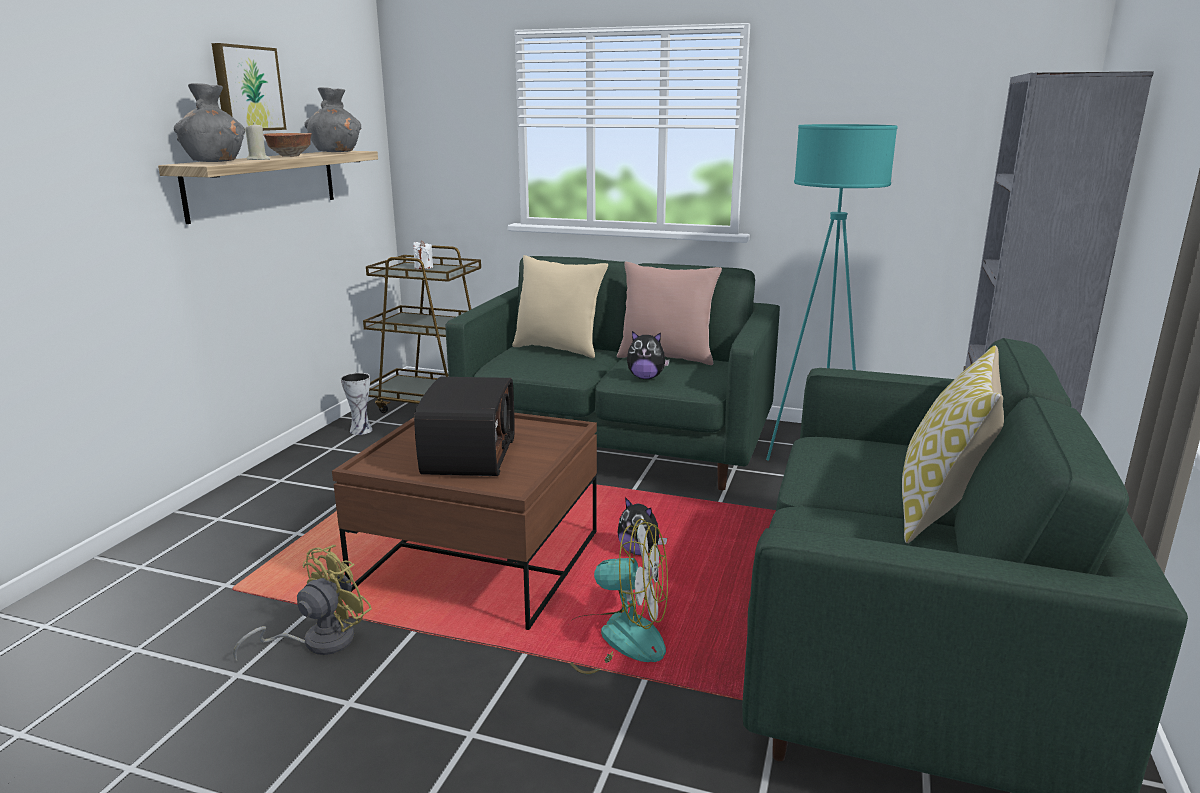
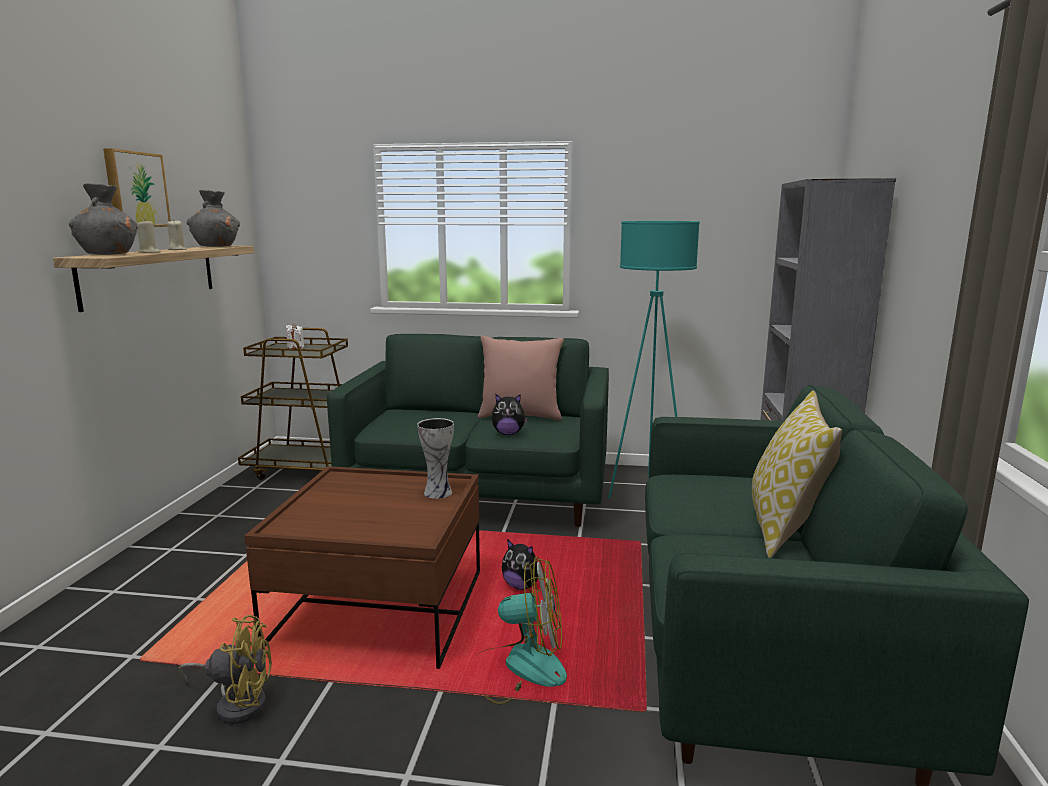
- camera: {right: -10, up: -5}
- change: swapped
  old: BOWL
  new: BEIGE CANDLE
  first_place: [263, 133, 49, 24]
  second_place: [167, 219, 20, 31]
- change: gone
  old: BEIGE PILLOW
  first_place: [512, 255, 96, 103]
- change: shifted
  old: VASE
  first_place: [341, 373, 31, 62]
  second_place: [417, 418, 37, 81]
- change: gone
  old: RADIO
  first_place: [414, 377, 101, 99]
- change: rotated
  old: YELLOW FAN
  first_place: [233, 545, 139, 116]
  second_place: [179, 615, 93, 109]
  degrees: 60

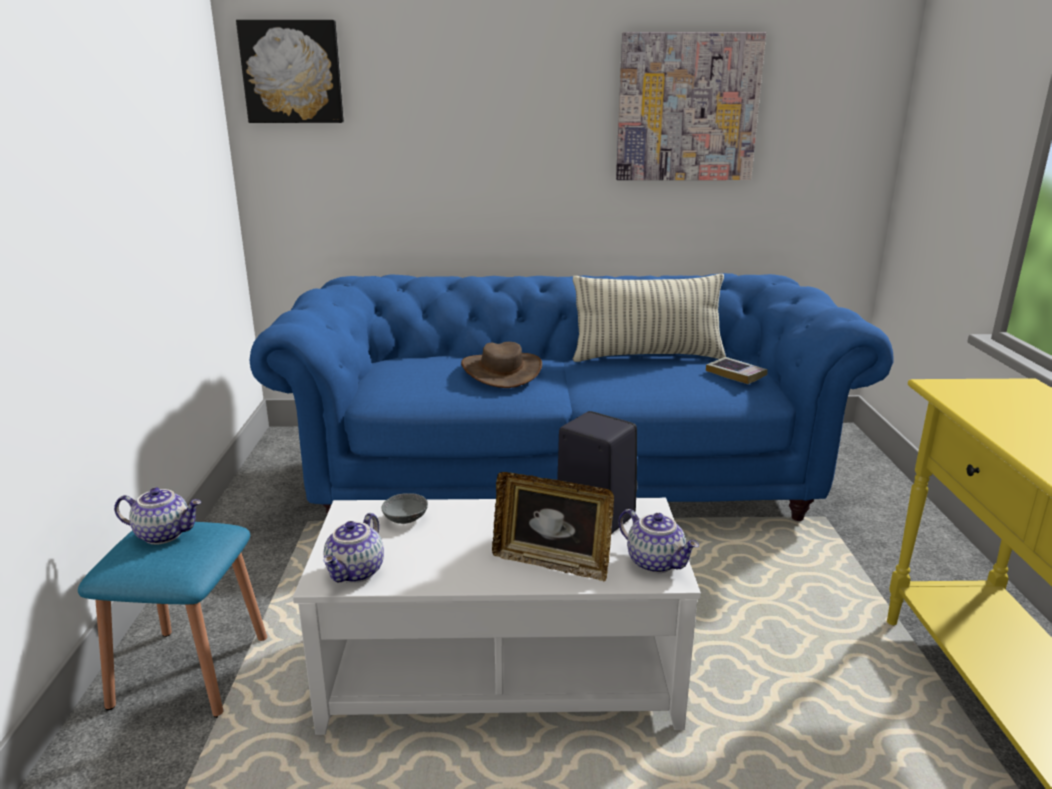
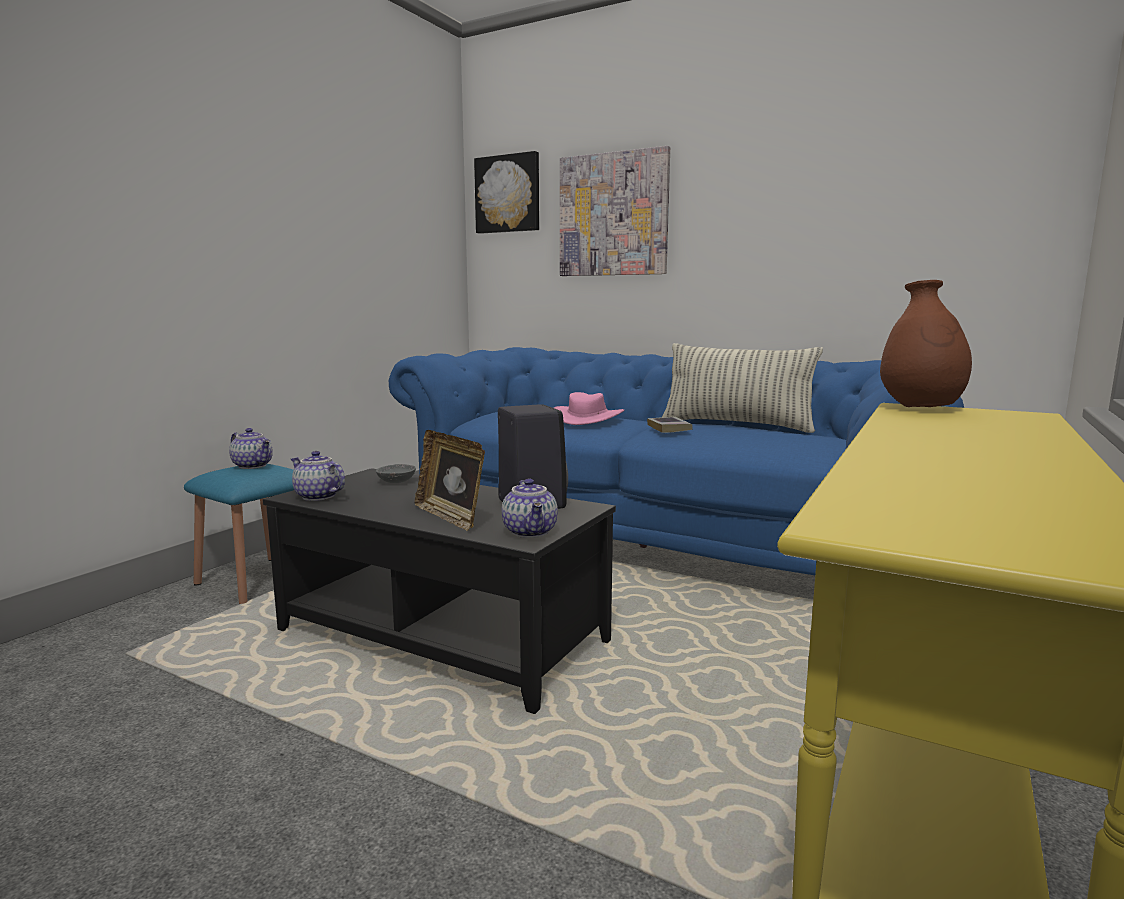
- camera: {right: 30, up: -10}
- change: shifted
  old: PICTURE
  first_place: [616, 32, 150, 148]
  second_place: [560, 146, 110, 130]
- change: repainted
  old: BROWN HAT
  new: PINK HAT
  first_place: [461, 342, 81, 46]
  second_place: [554, 392, 70, 33]
- change: shifted
  old: BOOK
  first_place: [706, 357, 62, 27]
  second_place: [647, 416, 45, 17]
- change: repainted
  old: WHITE COFFEE TABLE
  new: BLACK COFFEE TABLE
  first_place: [293, 498, 408, 237]
  second_place: [263, 468, 353, 246]
- change: rotated
  old: TEAPOT
  first_place: [323, 513, 61, 70]
  second_place: [291, 451, 54, 50]
  degrees: 75
- change: new
  new: BROWN VASE
  second_place: [880, 280, 92, 127]

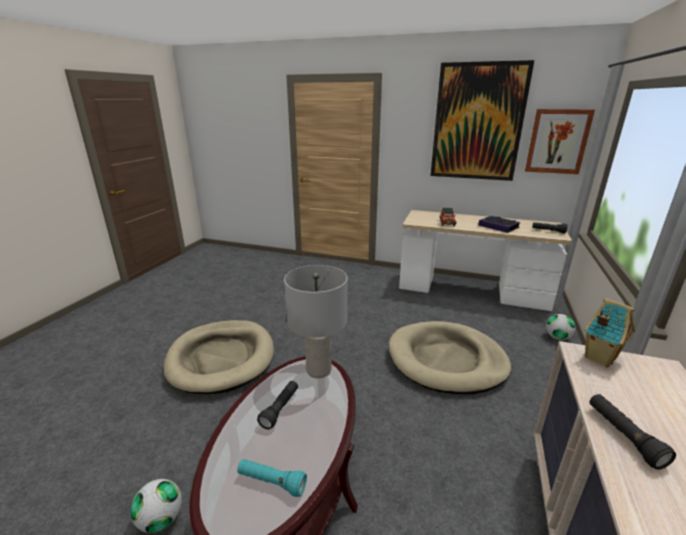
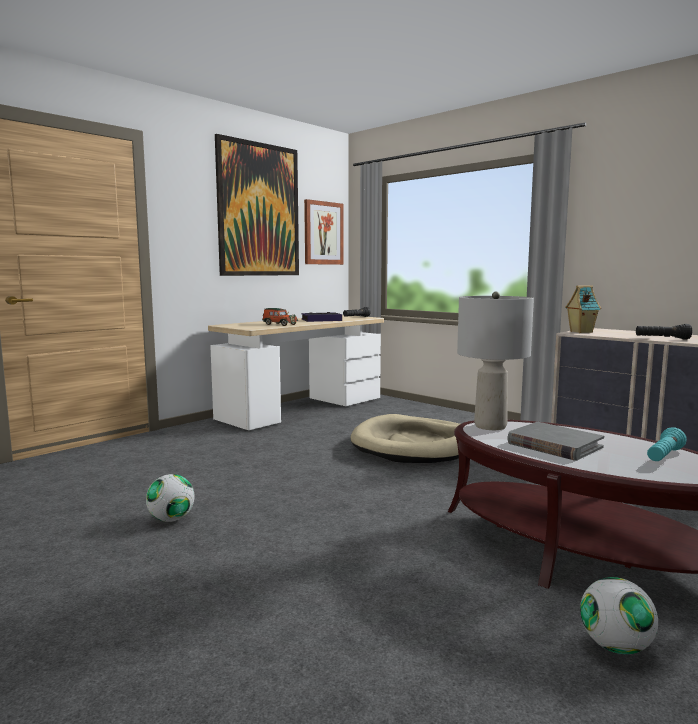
- camera: {right: -65, up: -15}
- change: shifted
  old: FOOTBALL
  first_place: [546, 314, 30, 26]
  second_place: [146, 474, 49, 48]
- change: gone
  old: BEIGE DOG BED
  first_place: [163, 320, 111, 74]
- change: swapped
  old: BLACK FLASHLIGHT
  new: GREY BOOK
  first_place: [257, 381, 41, 48]
  second_place: [507, 422, 97, 39]

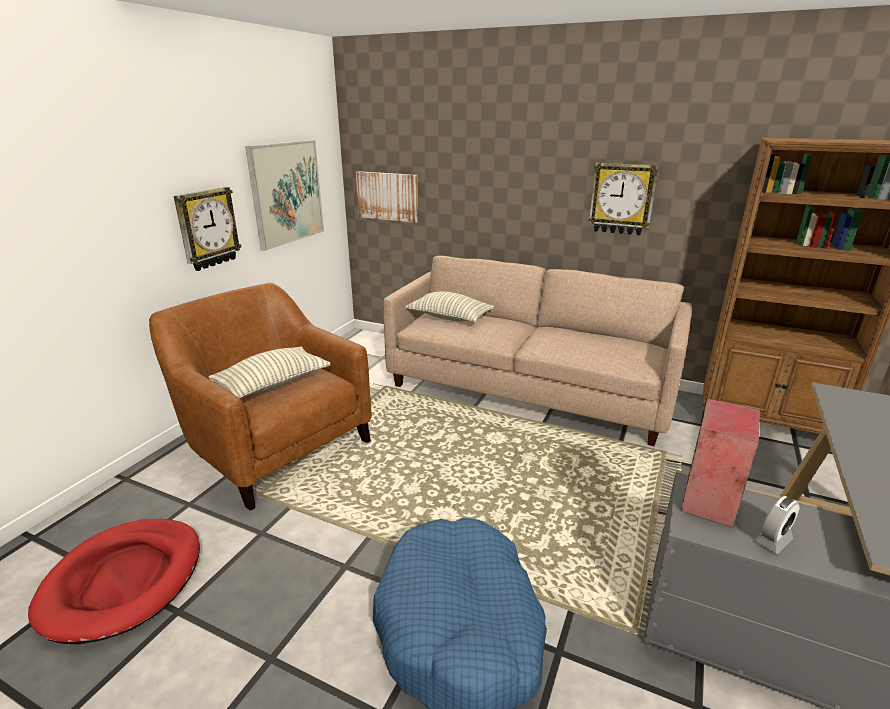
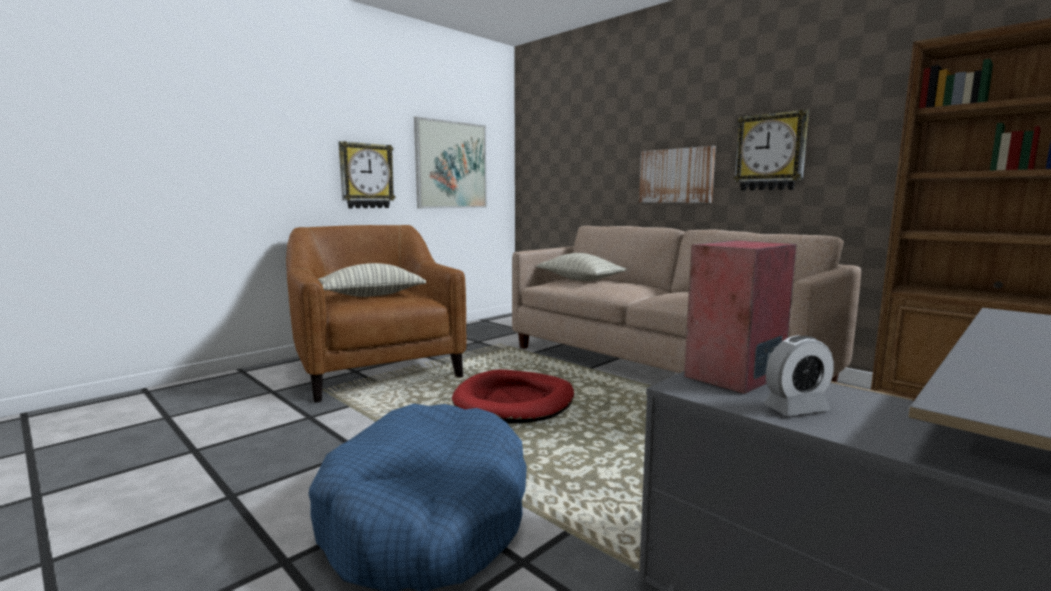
- camera: {right: 20, up: -15}
- change: shifted
  old: PICTURE
  first_place: [356, 171, 62, 52]
  second_place: [639, 146, 77, 57]
- change: shifted
  old: RED DOG BED
  first_place: [28, 519, 172, 125]
  second_place: [452, 369, 122, 54]

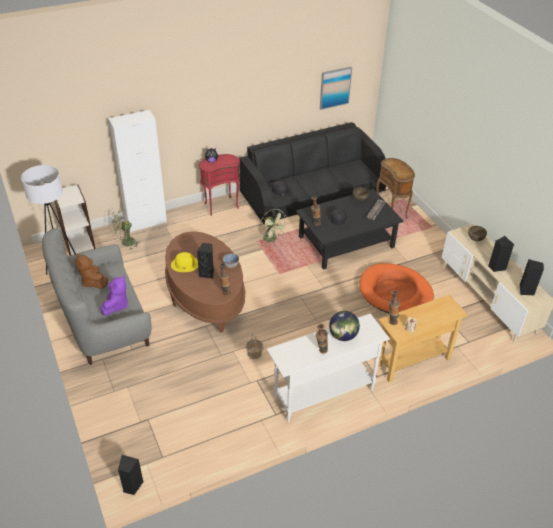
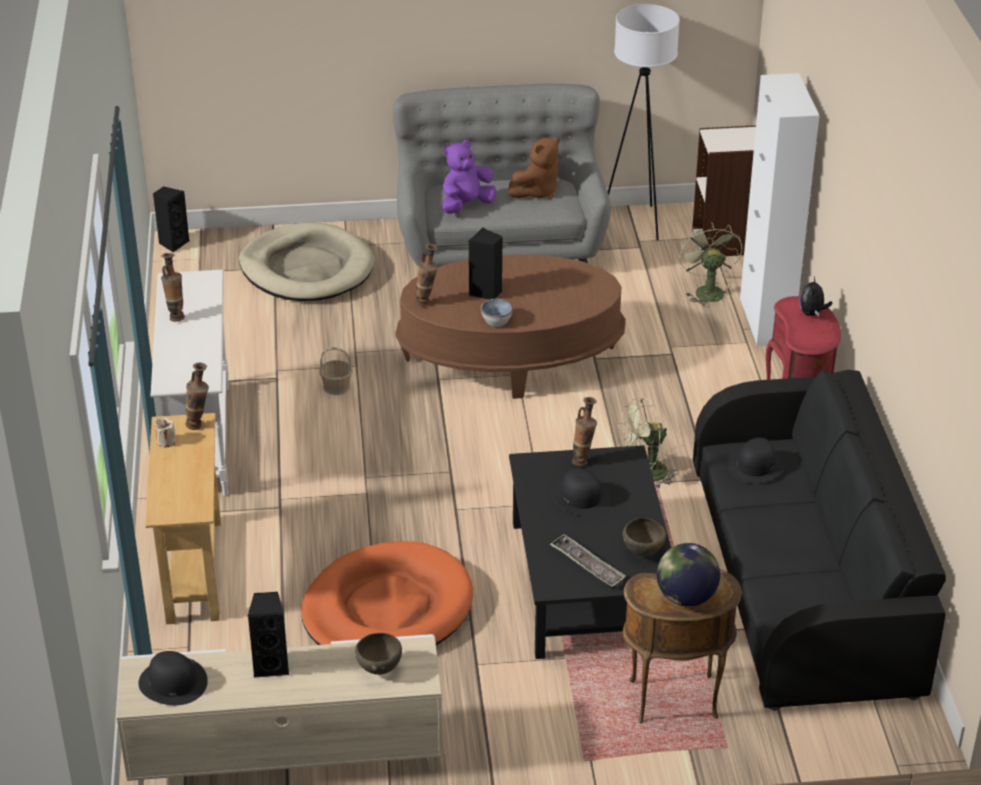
- camera: {right: 110, up: -5}
- change: gone
  old: PICTURE
  first_place: [320, 67, 32, 43]
- change: gone
  old: YELLOW HAT
  first_place: [171, 252, 27, 20]
- change: rotated
  old: BROWN PLUSH TOY
  first_place: [75, 253, 33, 35]
  second_place: [508, 137, 52, 62]
  degrees: 150
- change: swapped
  old: BLACK SPEAKER
  new: BLACK HAT
  first_place: [520, 259, 24, 36]
  second_place: [138, 651, 70, 54]
- change: rotated
  old: PURPLE PLUSH TOY
  first_place: [100, 275, 28, 40]
  second_place: [442, 140, 54, 74]
  degrees: 105
- change: shifted
  old: GLOBE
  first_place: [329, 311, 31, 30]
  second_place: [657, 543, 63, 64]
- change: new
  new: BEIGE DOG BED
  second_place: [239, 222, 136, 79]

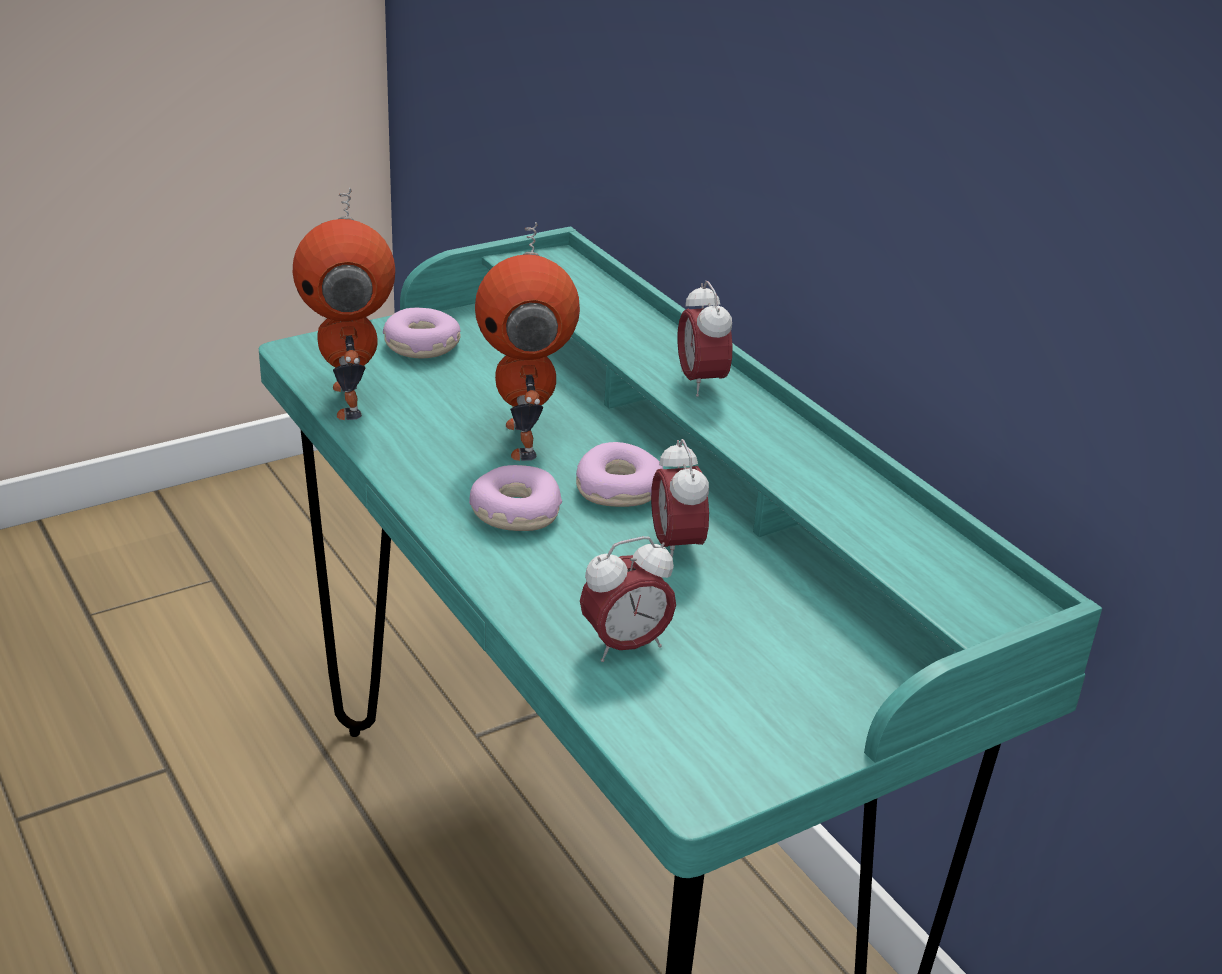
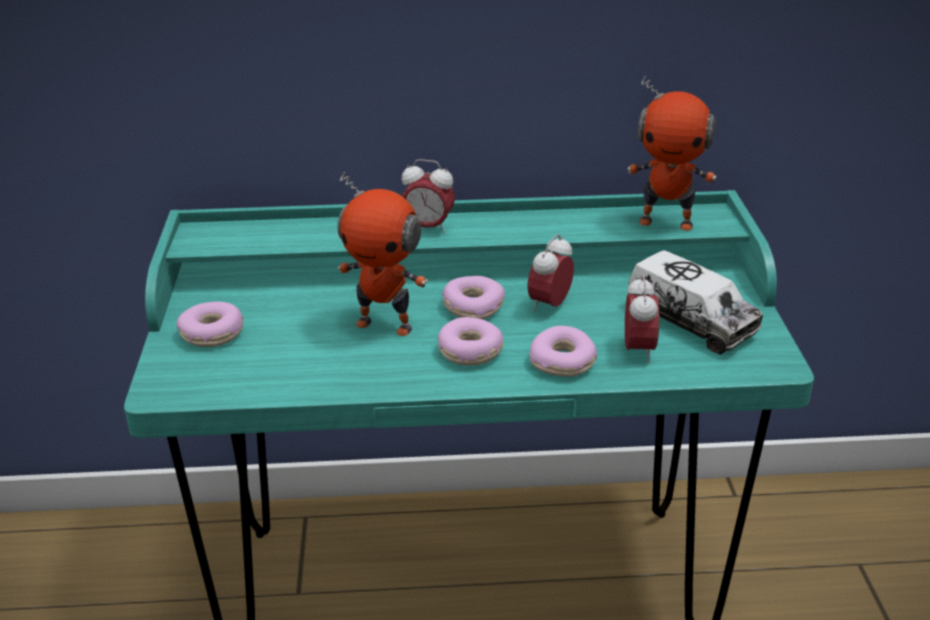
- camera: {right: -60, up: 0}
- change: shifted
  old: TOY ROBOT
  first_place: [293, 188, 102, 232]
  second_place: [628, 76, 88, 155]
- change: rotated
  old: ALARM CLOCK
  first_place: [651, 439, 58, 119]
  second_place: [527, 234, 47, 78]
  degrees: 105
- change: new
  new: TOY TRUCK
  second_place: [626, 250, 137, 104]
- change: new
  new: DONUT
  second_place: [529, 326, 68, 50]

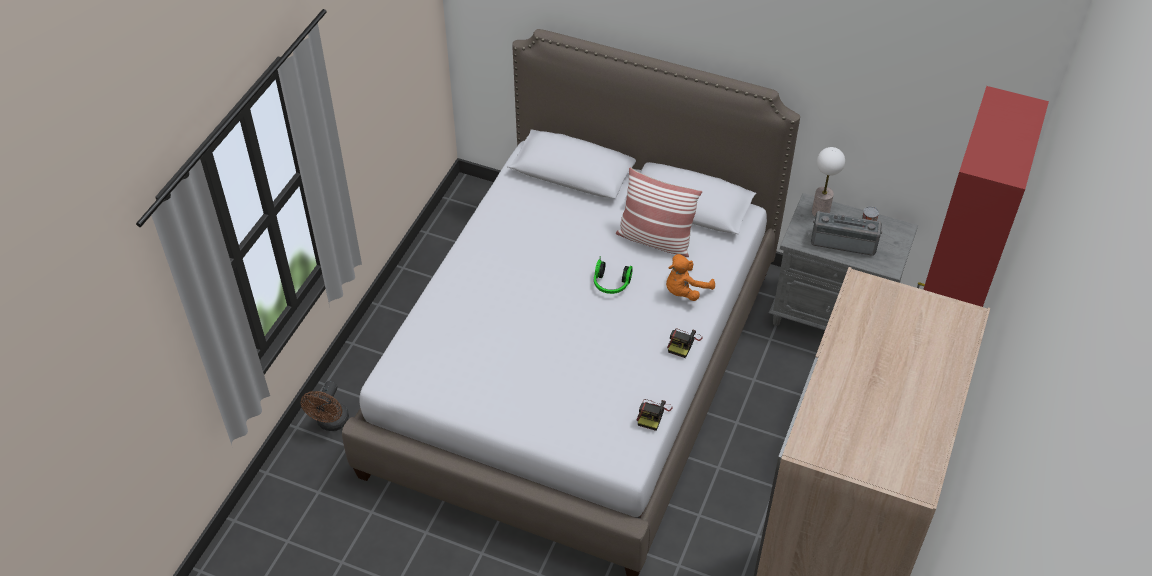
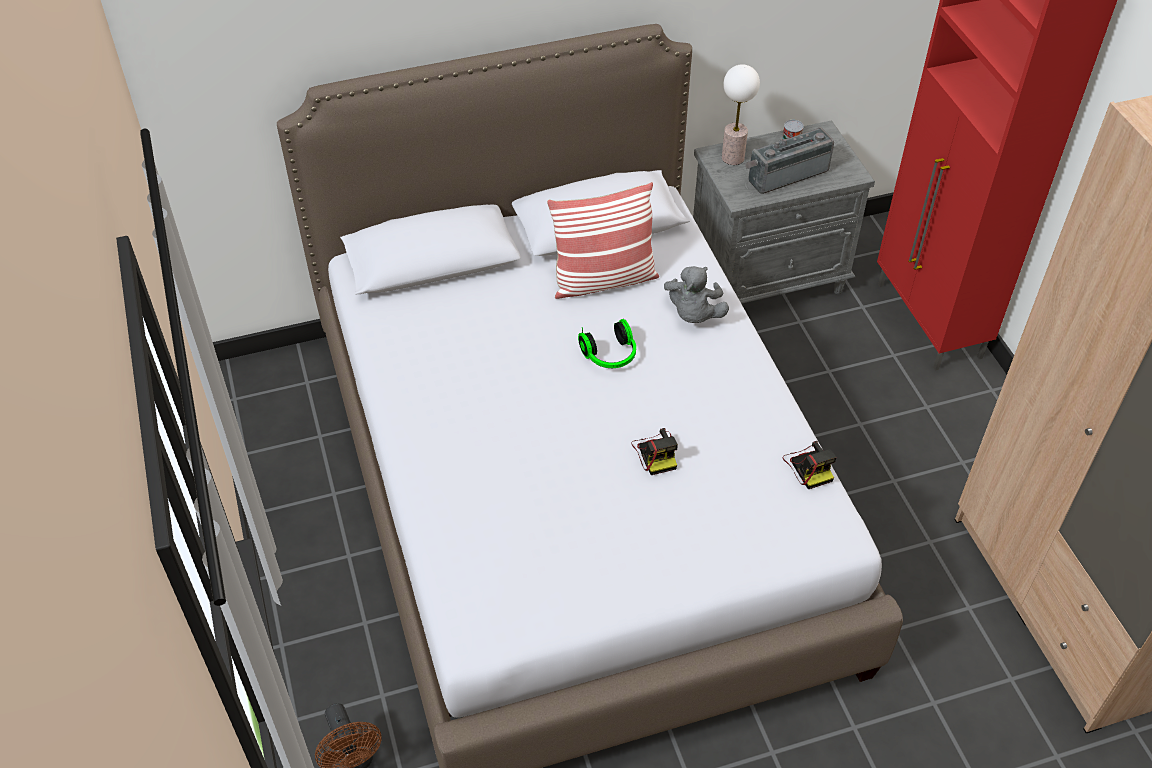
- camera: {right: -40, up: 0}
- change: repainted
  old: ORANGE PLUSH TOY
  new: GREY PLUSH TOY
  first_place: [666, 254, 49, 47]
  second_place: [664, 266, 65, 57]
- change: shifted
  old: PHOTO CAMERA
  first_place: [667, 329, 36, 29]
  second_place: [631, 428, 47, 47]

